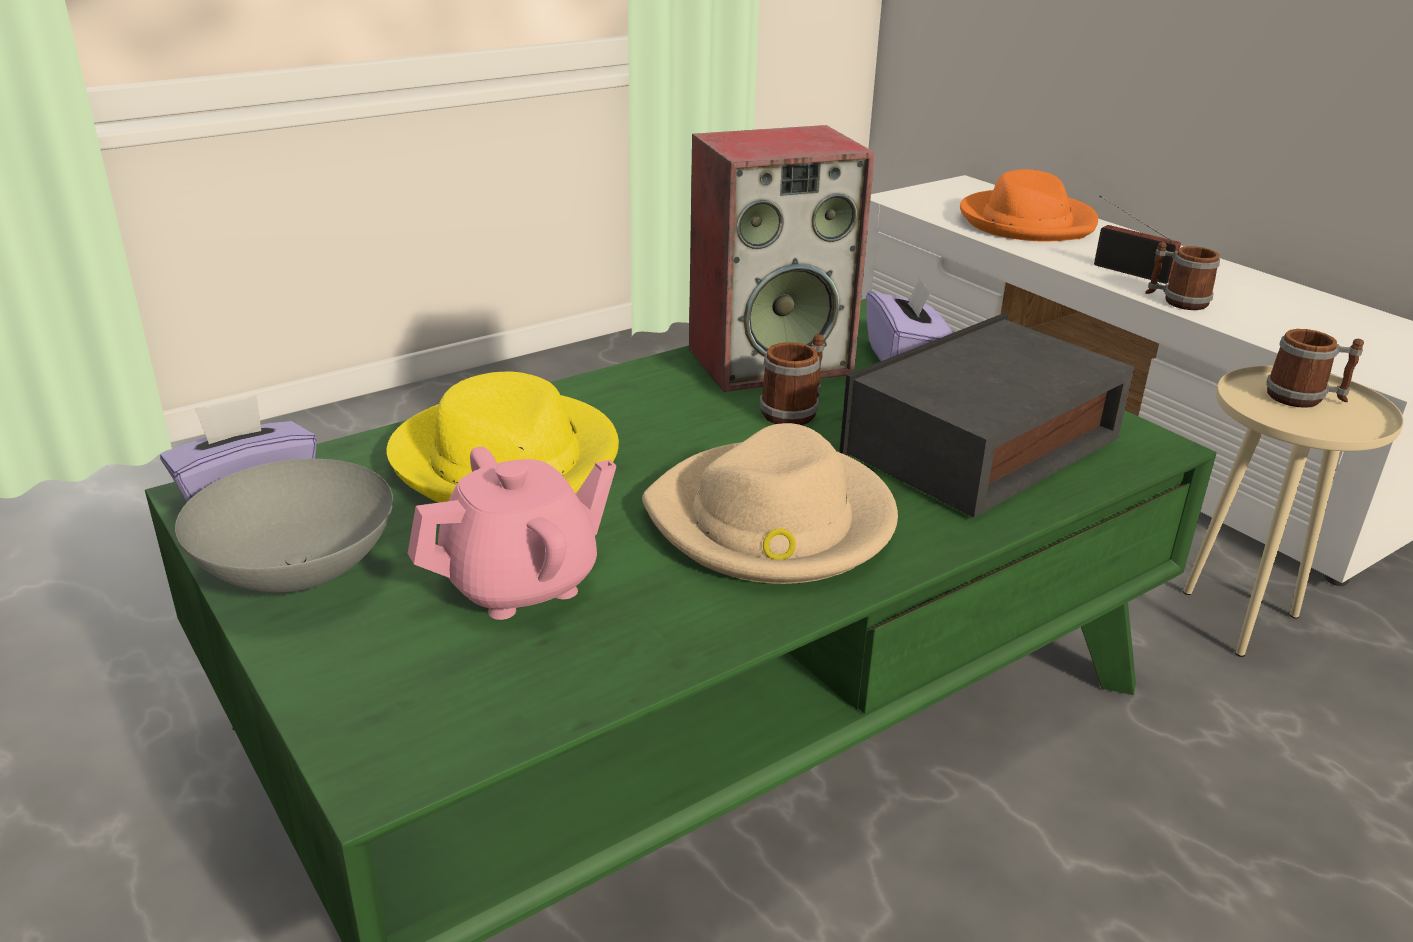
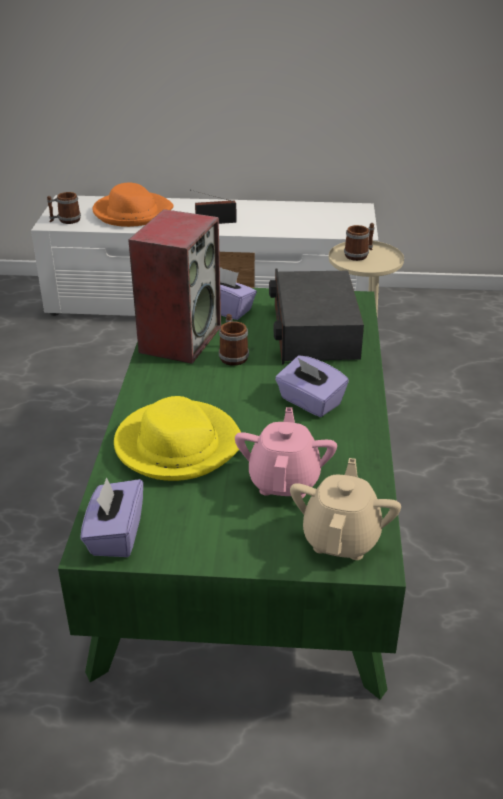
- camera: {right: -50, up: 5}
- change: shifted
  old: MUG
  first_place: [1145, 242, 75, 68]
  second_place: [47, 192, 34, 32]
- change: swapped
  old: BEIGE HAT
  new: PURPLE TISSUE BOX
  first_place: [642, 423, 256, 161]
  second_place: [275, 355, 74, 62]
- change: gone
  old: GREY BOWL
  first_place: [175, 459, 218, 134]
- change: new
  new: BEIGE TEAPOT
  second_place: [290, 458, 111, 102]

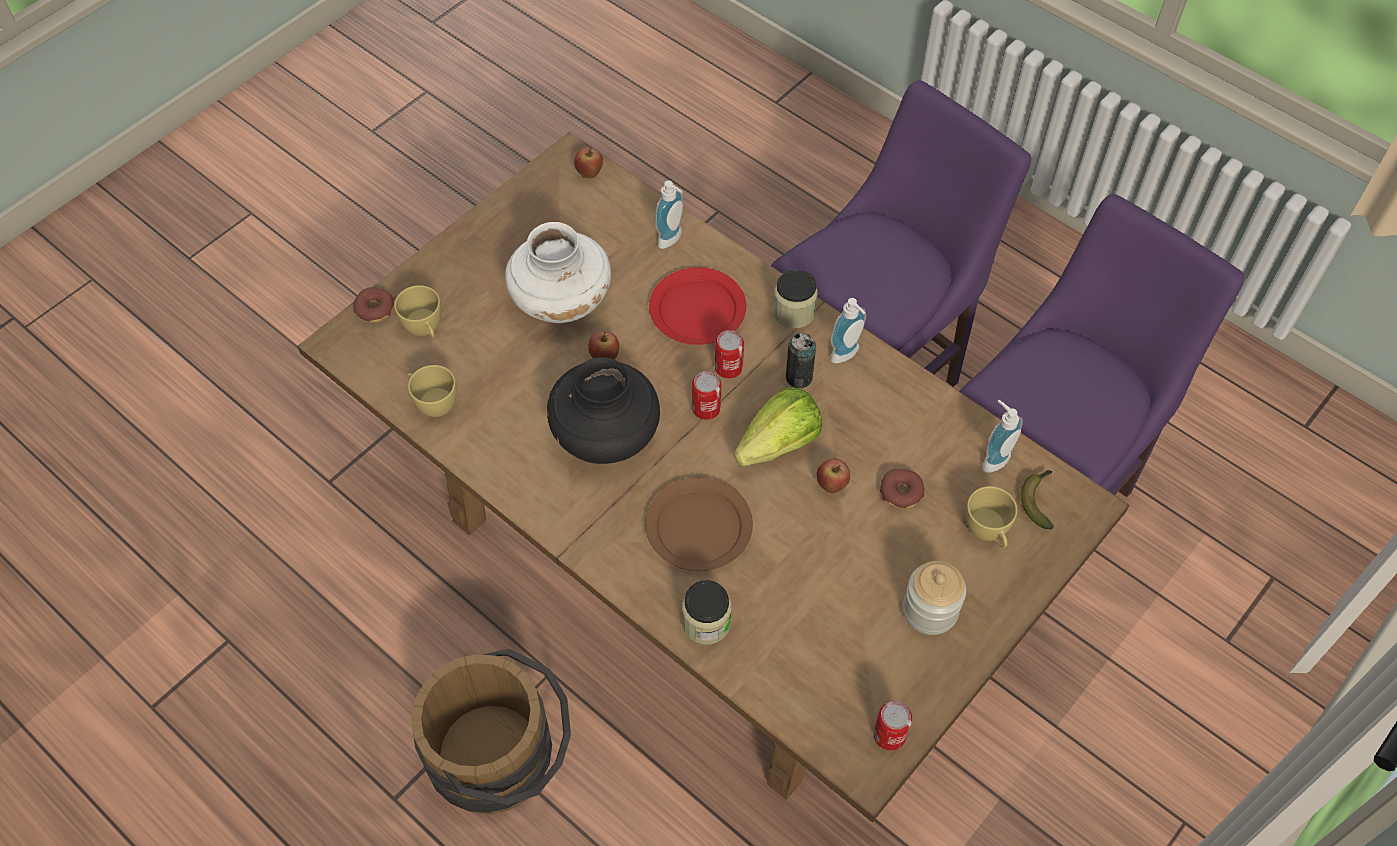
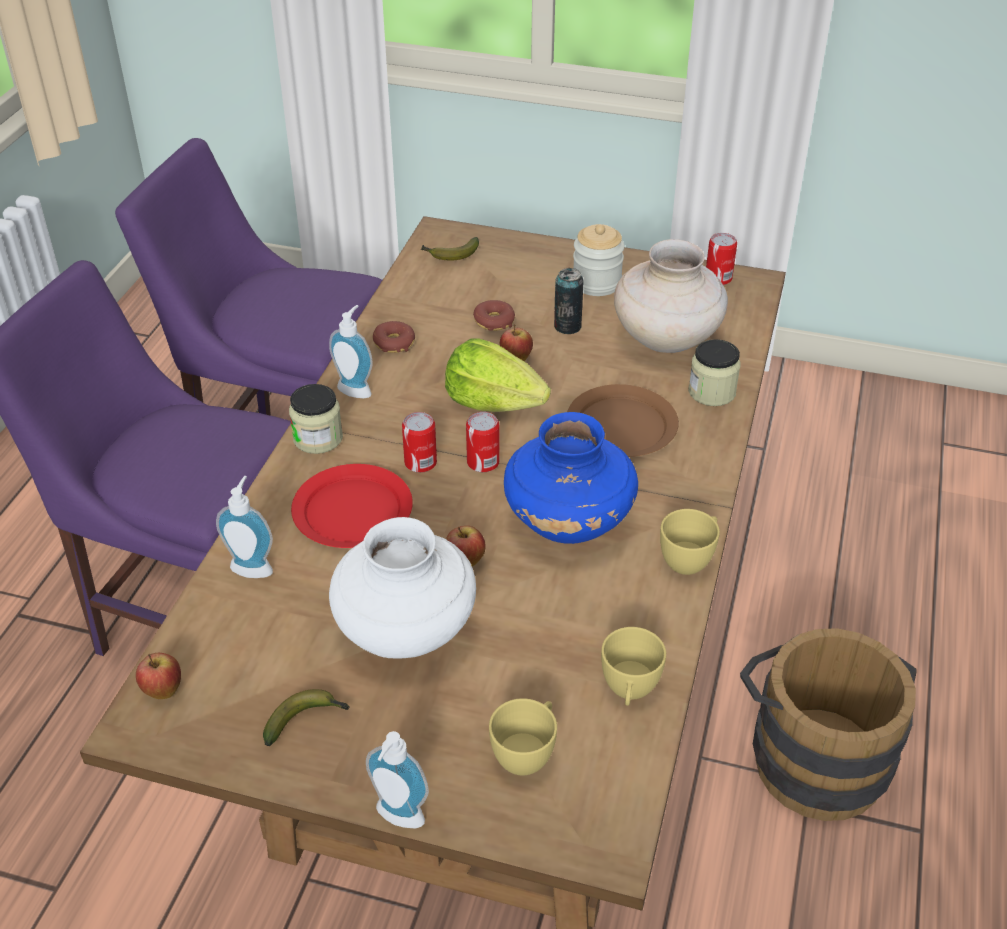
- camera: {right: -115, up: -15}
- change: shifted
  old: DONUT
  first_place: [353, 287, 41, 36]
  second_place: [373, 321, 42, 32]
- change: shifted
  old: CAN
  first_place: [786, 332, 30, 56]
  second_place: [554, 268, 29, 66]
- change: repainted
  old: BLACK VASE
  new: BLUE VASE
  first_place: [547, 357, 113, 107]
  second_place: [504, 412, 134, 132]
- change: shifted
  old: SOAP DISPENSER
  first_place: [982, 400, 41, 73]
  second_place: [366, 731, 63, 97]
- change: shifted
  old: YELLOW CUP
  first_place: [966, 486, 51, 62]
  second_place: [660, 509, 60, 66]
- change: new
  new: BEIGE VASE
  second_place: [614, 239, 114, 114]
- change: new
  new: BANANA
  second_place: [263, 689, 87, 57]

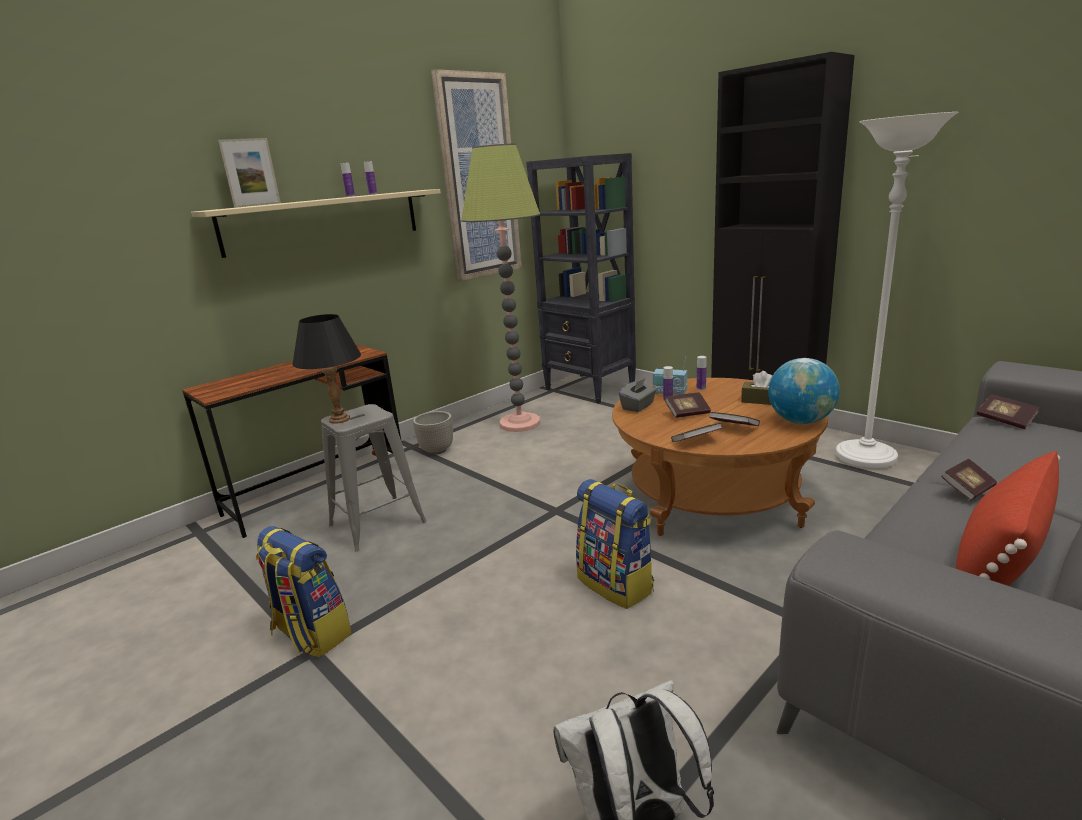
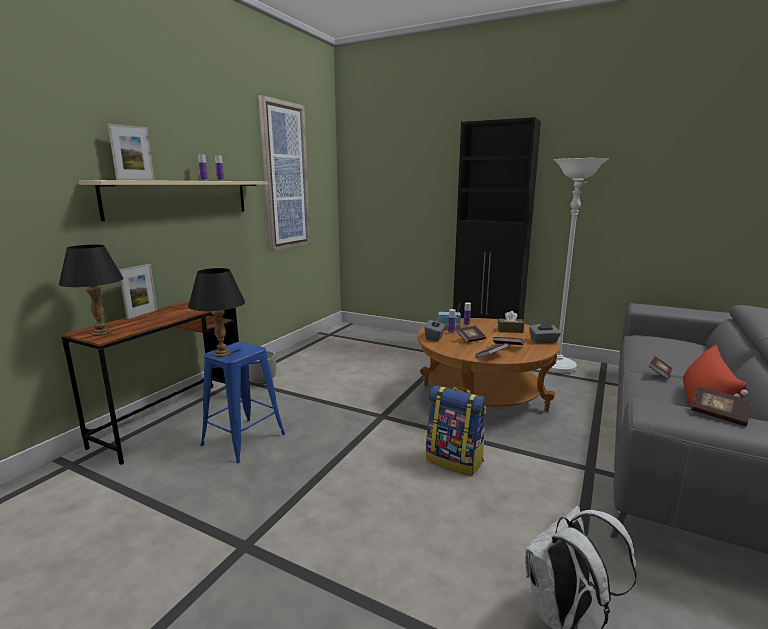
- camera: {right: -20, up: -5}
- change: gone
  old: FLOOR LAMP
  first_place: [461, 144, 79, 288]
- change: gone
  old: BLACK BOOKCASE
  first_place: [526, 153, 110, 251]
- change: swapped
  old: GLOBE
  new: GREY TISSUE BOX
  first_place: [768, 358, 72, 66]
  second_place: [529, 322, 32, 21]
- change: shifted
  old: BOOK
  first_place: [977, 394, 63, 35]
  second_place: [691, 387, 61, 39]
- change: repainted
  old: GREY STOOL
  new: BLUE STOOL
  first_place: [321, 404, 105, 148]
  second_place: [200, 342, 85, 121]
- change: gone
  old: BACKPACK
  first_place: [256, 526, 96, 131]
- change: new
  new: BLACK TABLE LAMP
  second_place: [59, 245, 65, 91]
- change: new
  new: PICTURE FRAME
  second_place: [119, 264, 38, 55]

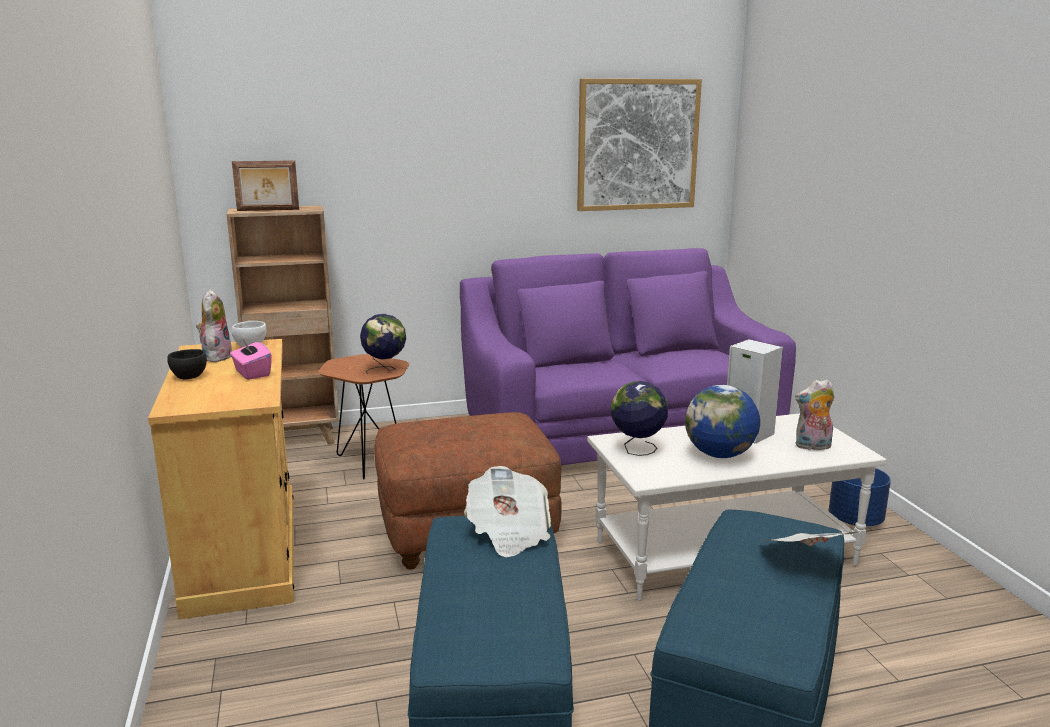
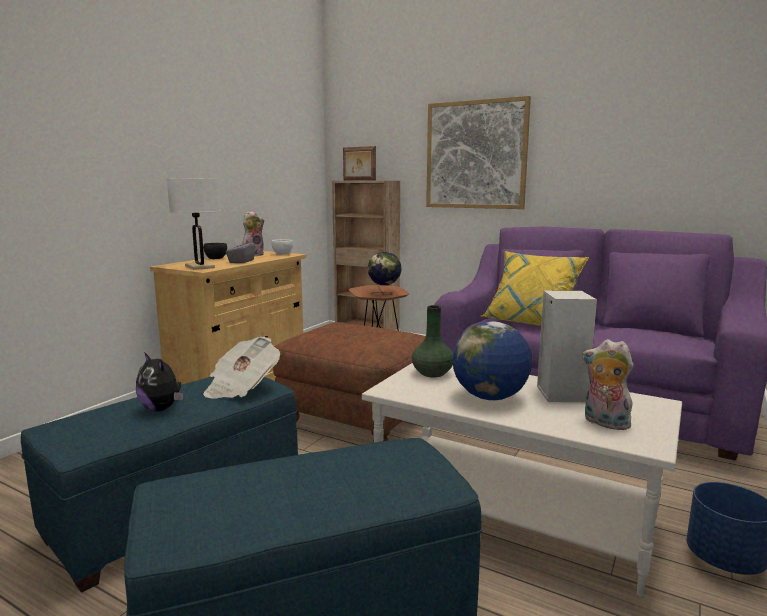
- camera: {right: 45, up: -5}
- change: shifted
  old: PICTURE
  first_place: [577, 79, 125, 132]
  second_place: [426, 96, 105, 113]
- change: repainted
  old: PINK TISSUE BOX
  new: GREY TISSUE BOX
  first_place: [230, 338, 42, 42]
  second_place: [225, 237, 30, 26]
- change: swapped
  old: GLOBE
  new: GREEN VASE
  first_place: [611, 381, 57, 75]
  second_place: [412, 305, 42, 72]
- change: gone
  old: NEWSPAPER
  first_place: [765, 532, 94, 14]
- change: new
  new: WHITE TABLE LAMP
  second_place: [167, 178, 54, 92]
- change: new
  new: YELLOW PILLOW
  second_place: [481, 251, 108, 75]
- change: new
  new: PLUSH TOY
  second_place: [136, 352, 47, 59]

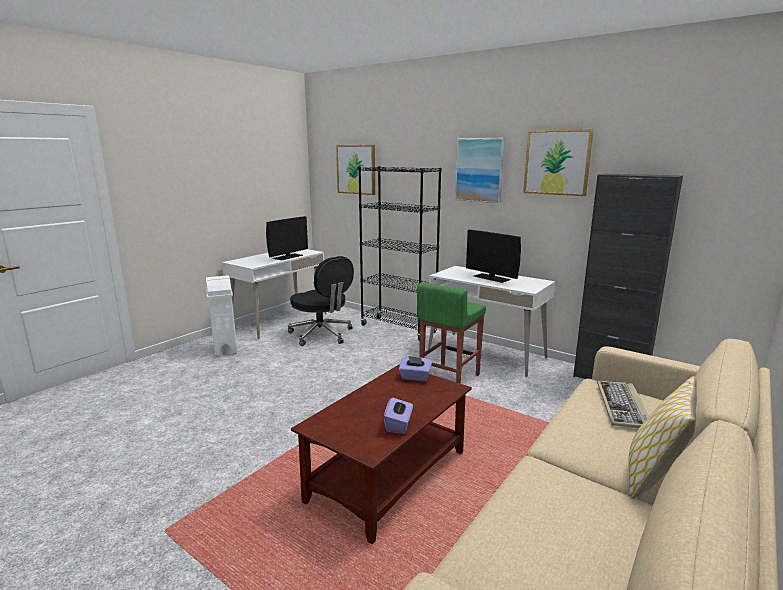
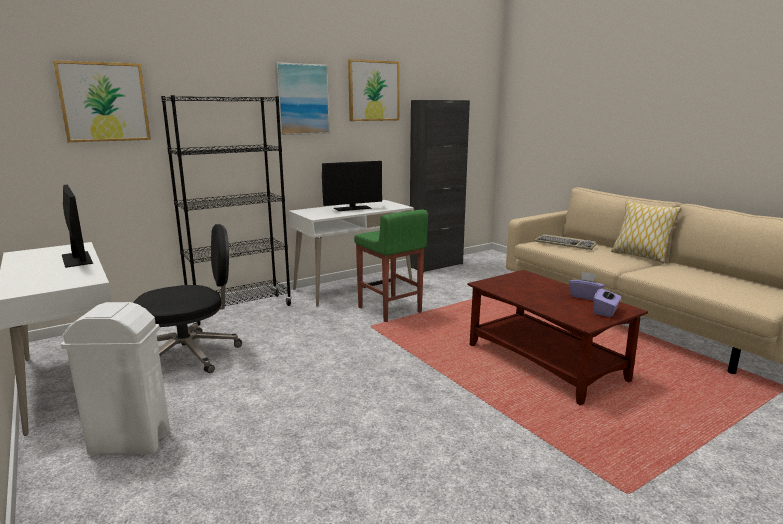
- camera: {right: -70, up: 0}
- change: shifted
  old: PURPLE TISSUE BOX
  first_place: [399, 356, 33, 25]
  second_place: [593, 286, 28, 31]

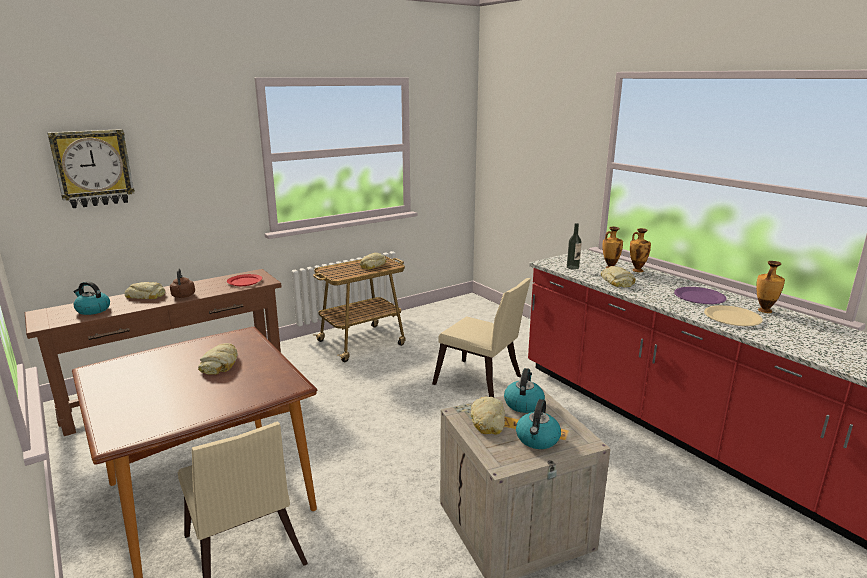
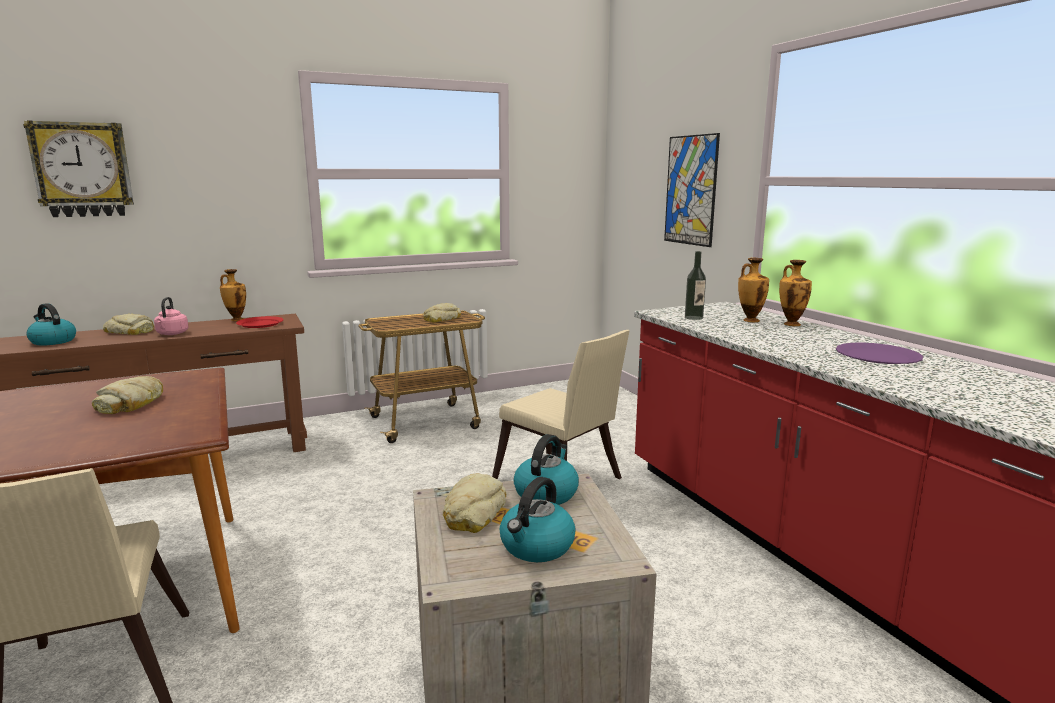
- camera: {right: 10, up: -5}
- change: shifted
  old: VASE
  first_place: [756, 261, 29, 52]
  second_place: [220, 269, 26, 52]
- change: gone
  old: BREAD
  first_place: [601, 266, 34, 21]
- change: repainted
  old: BROWN KETTLE
  new: PINK KETTLE
  first_place: [170, 268, 25, 30]
  second_place: [154, 297, 34, 38]
- change: gone
  old: BEIGE PLATE
  first_place: [704, 305, 59, 21]
- change: new
  new: PICTURE
  second_place: [664, 133, 56, 114]

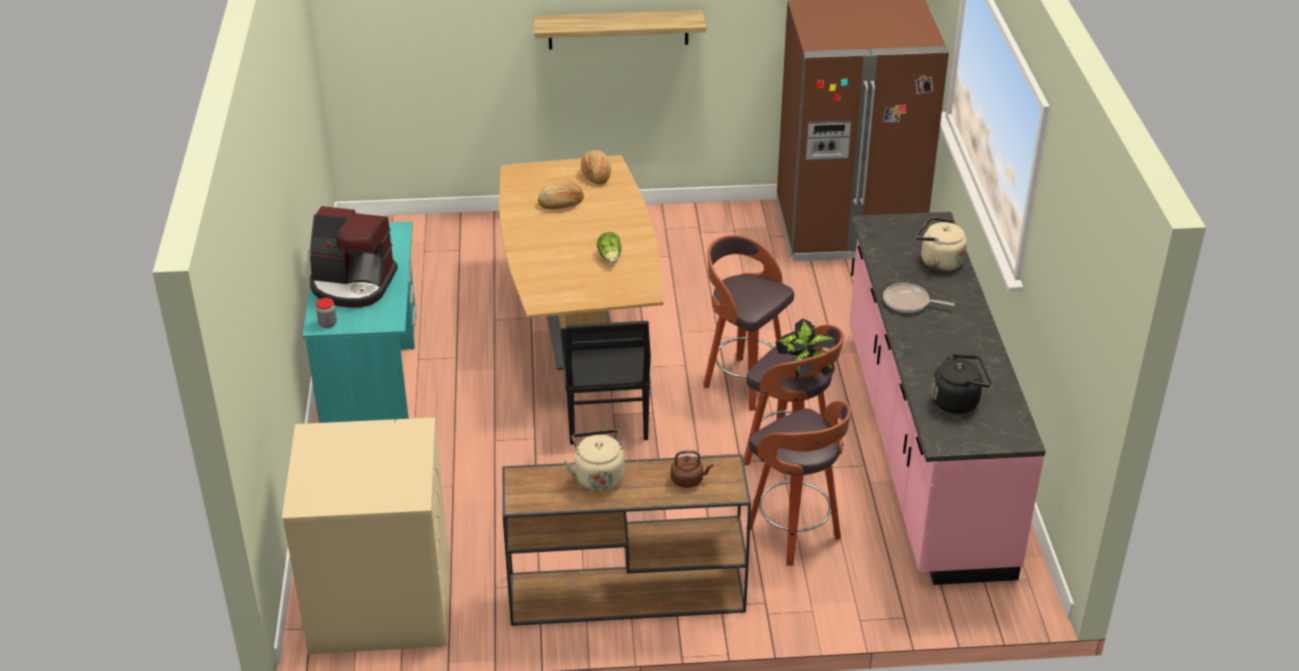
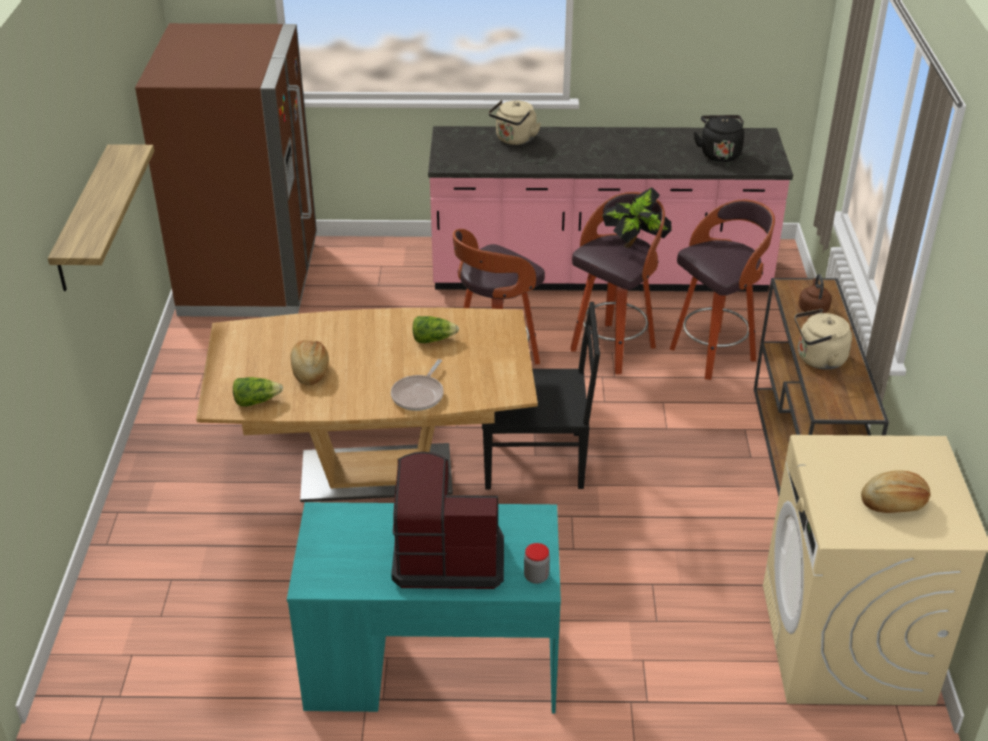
- camera: {right: -85, up: 0}
- change: shifted
  old: BREAD
  first_place: [581, 150, 30, 35]
  second_place: [861, 470, 70, 43]
- change: rotated
  old: COFFEE MACHINE
  first_place: [310, 206, 88, 102]
  second_place: [391, 452, 113, 137]
  degrees: -105
- change: shifted
  old: FRYING PAN
  first_place: [883, 283, 72, 30]
  second_place: [391, 359, 53, 52]
- change: new
  new: LETTUCE
  second_place: [233, 377, 50, 30]

